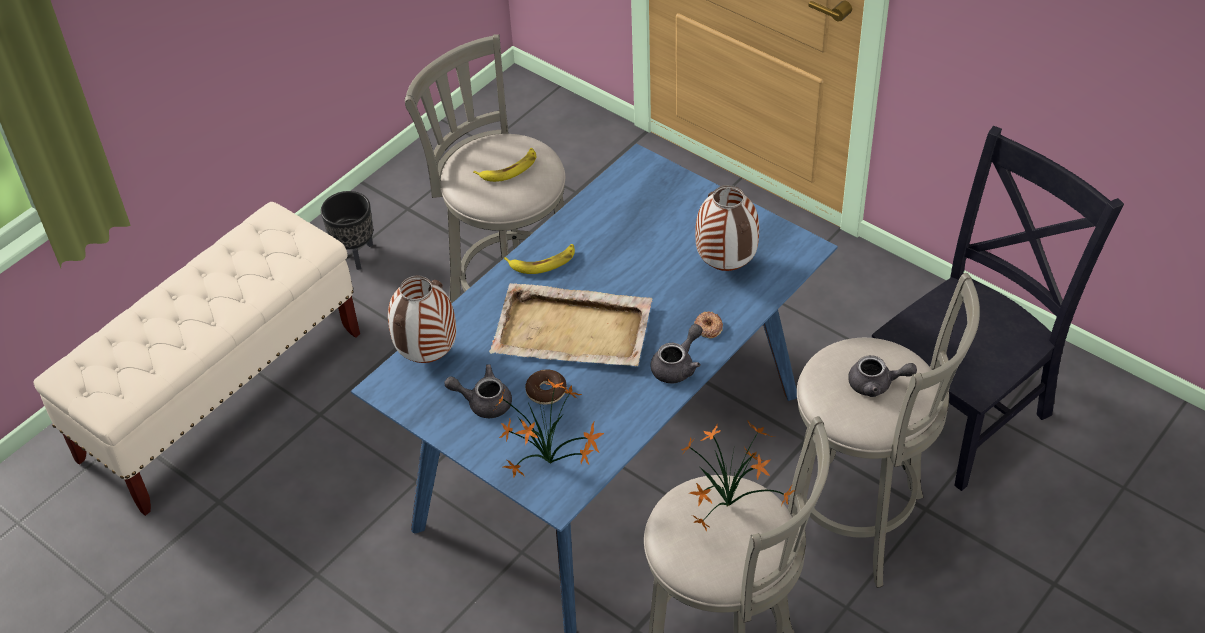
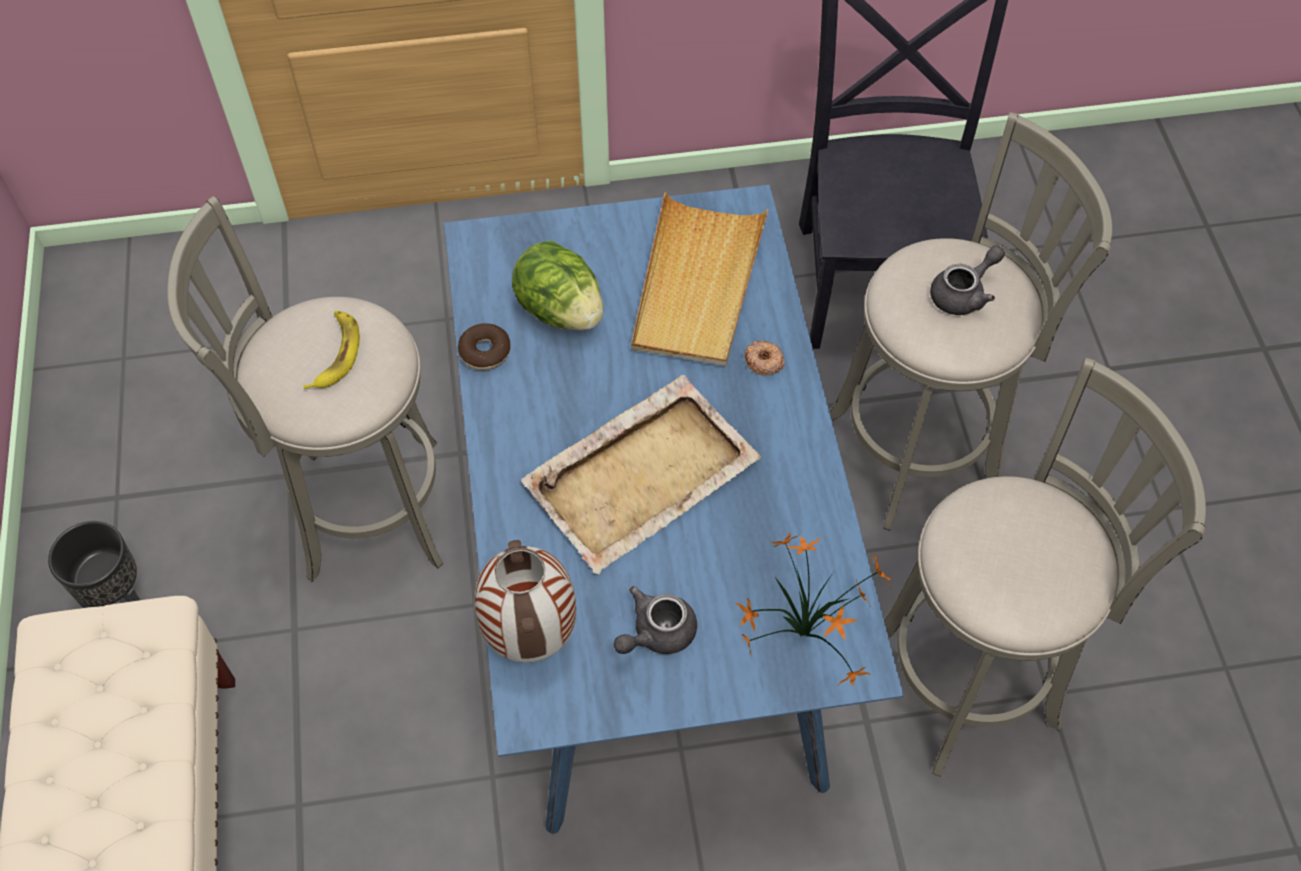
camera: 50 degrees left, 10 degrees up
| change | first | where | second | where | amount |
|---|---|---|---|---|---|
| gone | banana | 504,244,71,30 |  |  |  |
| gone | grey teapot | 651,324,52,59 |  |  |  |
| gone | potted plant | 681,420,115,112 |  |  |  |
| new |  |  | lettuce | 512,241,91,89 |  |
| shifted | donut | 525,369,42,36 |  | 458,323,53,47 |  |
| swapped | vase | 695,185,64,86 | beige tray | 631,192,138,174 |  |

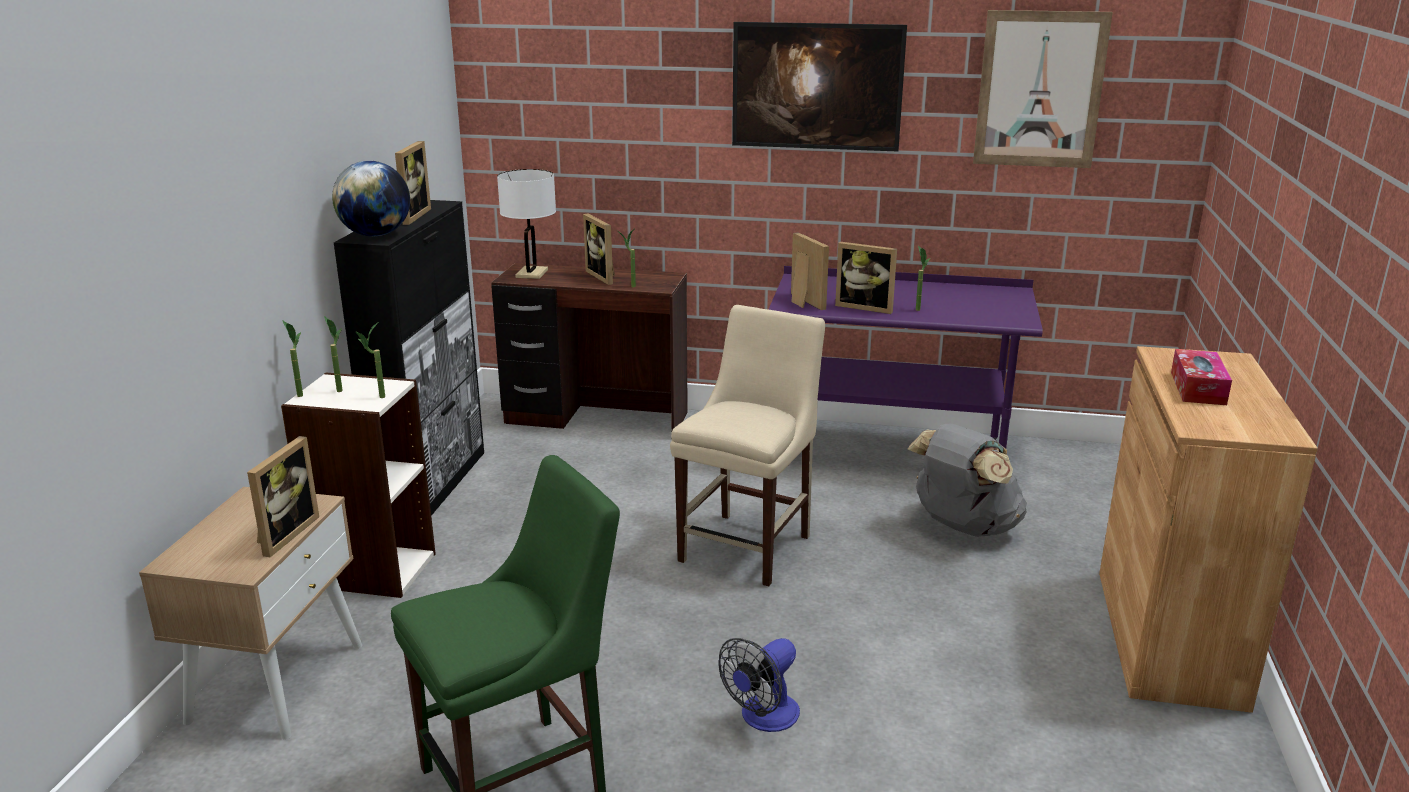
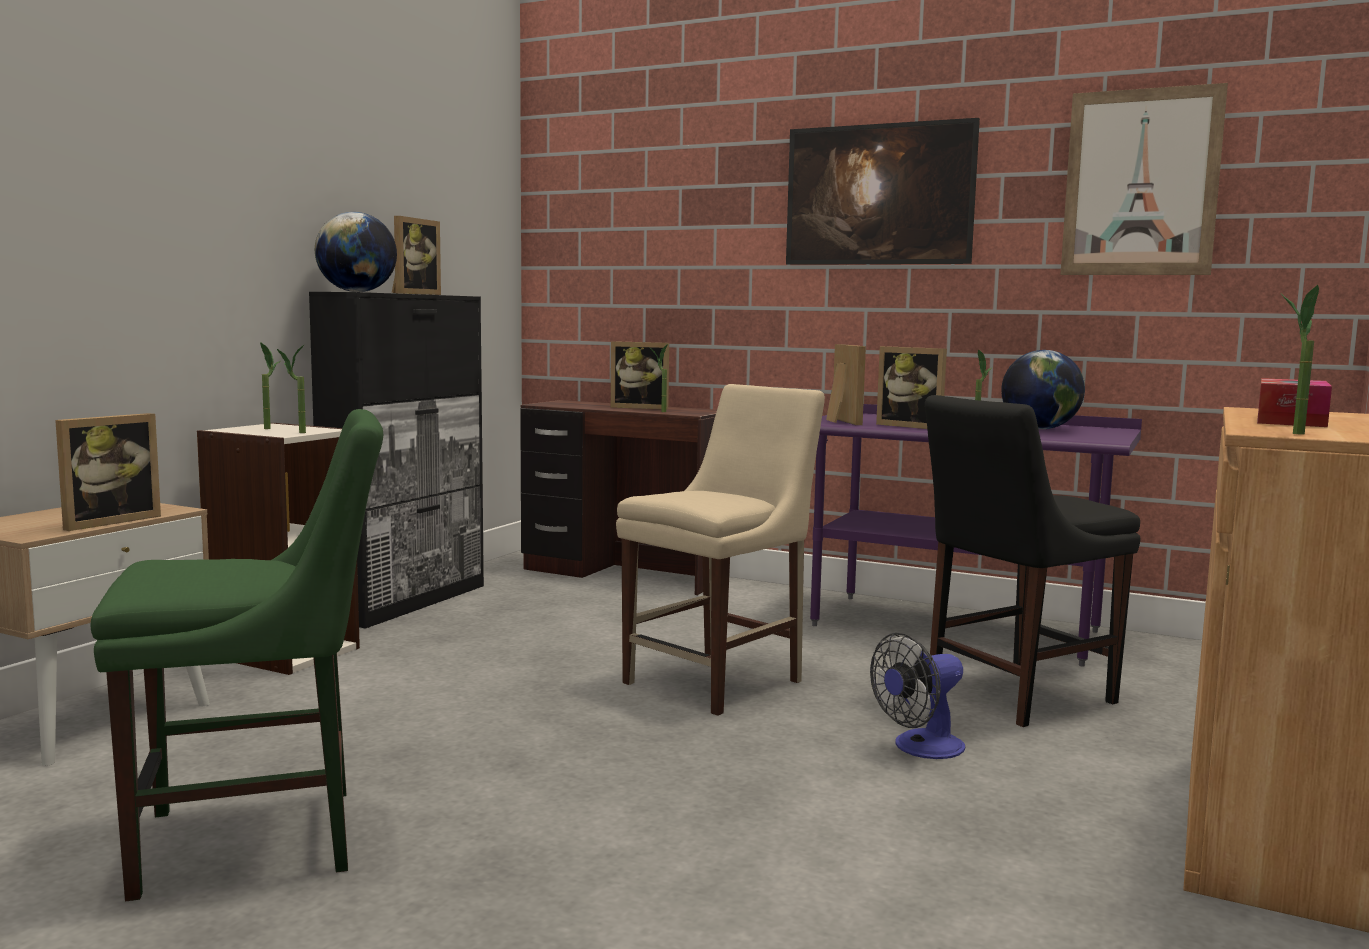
camera: 15 degrees right, 15 degrees down
| change | first | where | second | where | amount |
|---|---|---|---|---|---|
| gone | white table lamp | 497,169,59,110 |  |  |  |
| new |  |  | globe | 1001,350,84,79 |  |
| shifted | potted plant | 282,320,21,77 |  | 1281,285,38,150 |  |
| shifted | fan | 718,638,82,94 |  | 870,632,96,127 |  |
| swapped | grey backpack | 908,423,119,114 | black chair | 925,395,216,332 |  |
| rotated | picture frame | 583,214,32,71 |  | 611,341,58,69 | 60 degrees counterclockwise |

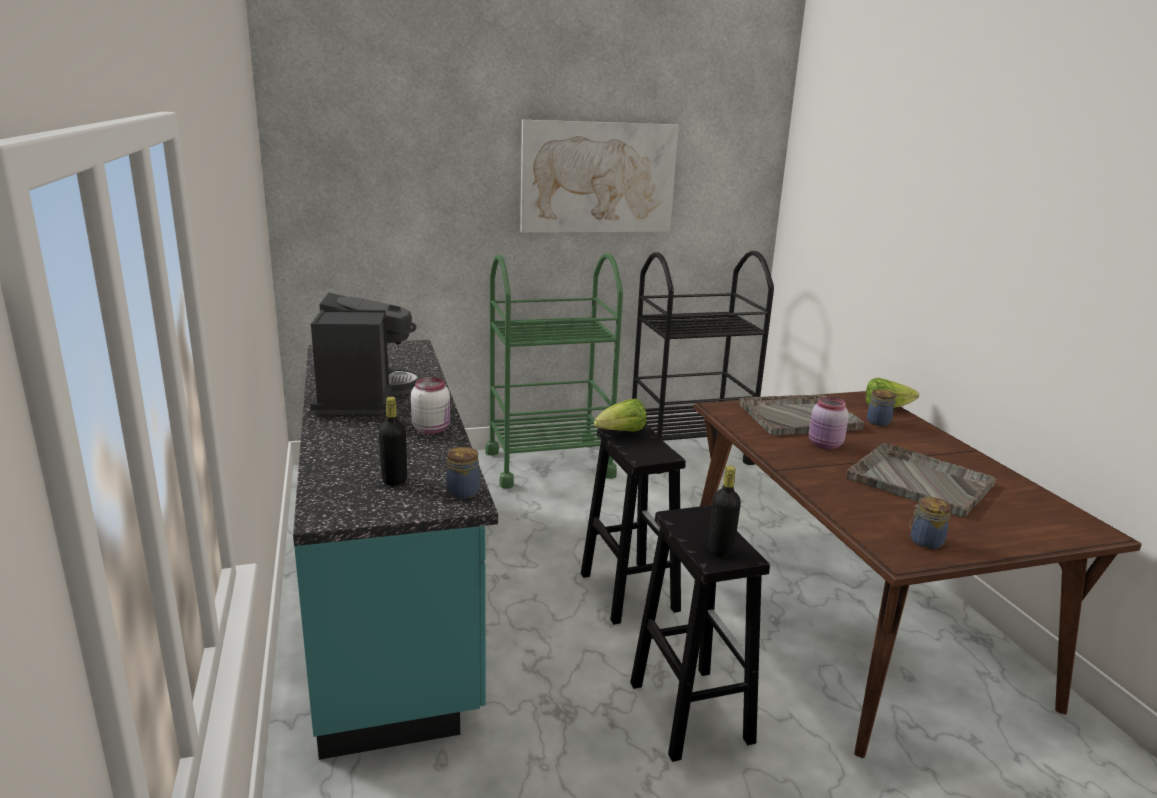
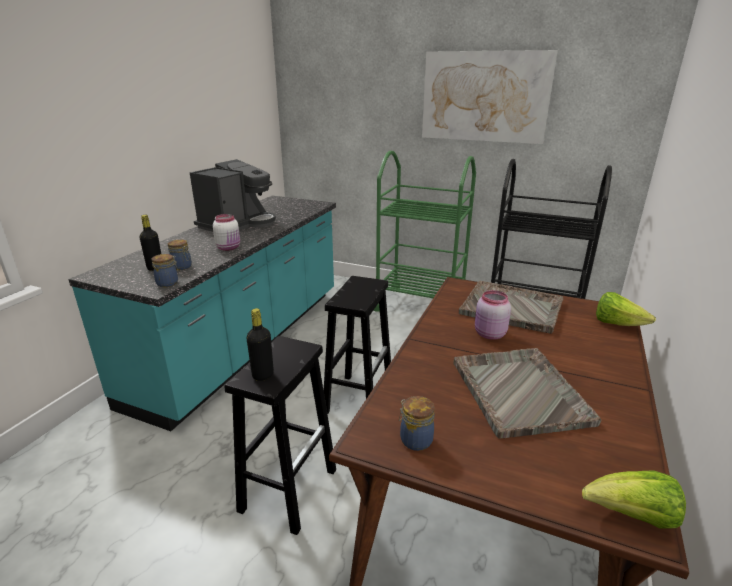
camera: 40 degrees right, 5 degrees up
| change | first | where | second | where | amount |
|---|---|---|---|---|---|
| shifted | lettuce | 594,399,53,33 |  | 582,471,104,57 |  |
| shifted | jar | 867,389,30,37 |  | 168,239,24,31 |  |

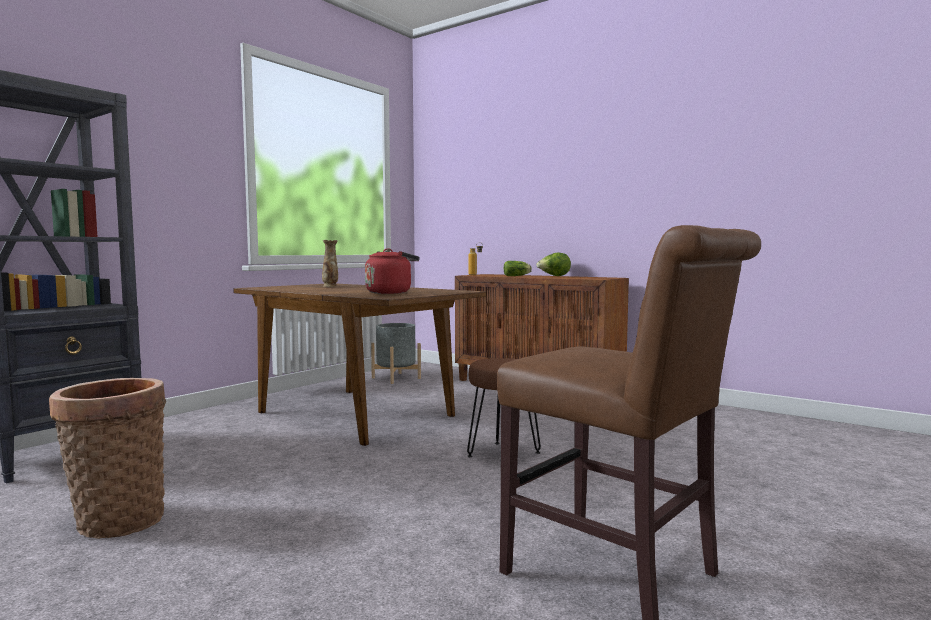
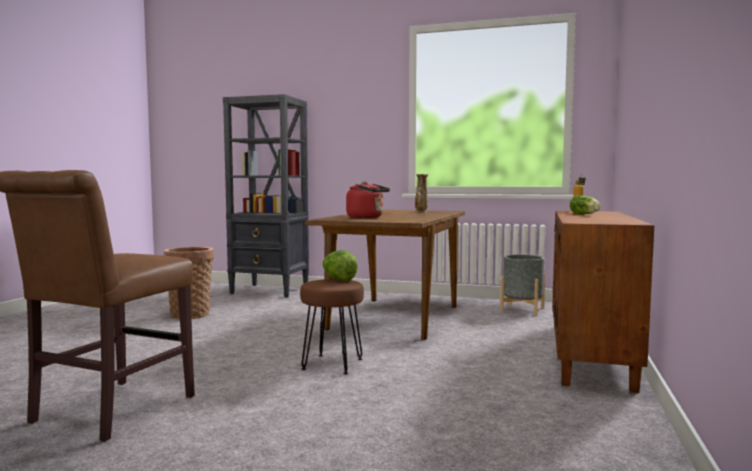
camera: 70 degrees right, 0 degrees up
| change | first | where | second | where | amount |
|---|---|---|---|---|---|
| shifted | lettuce | 536,252,35,24 |  | 322,250,36,32 |  |

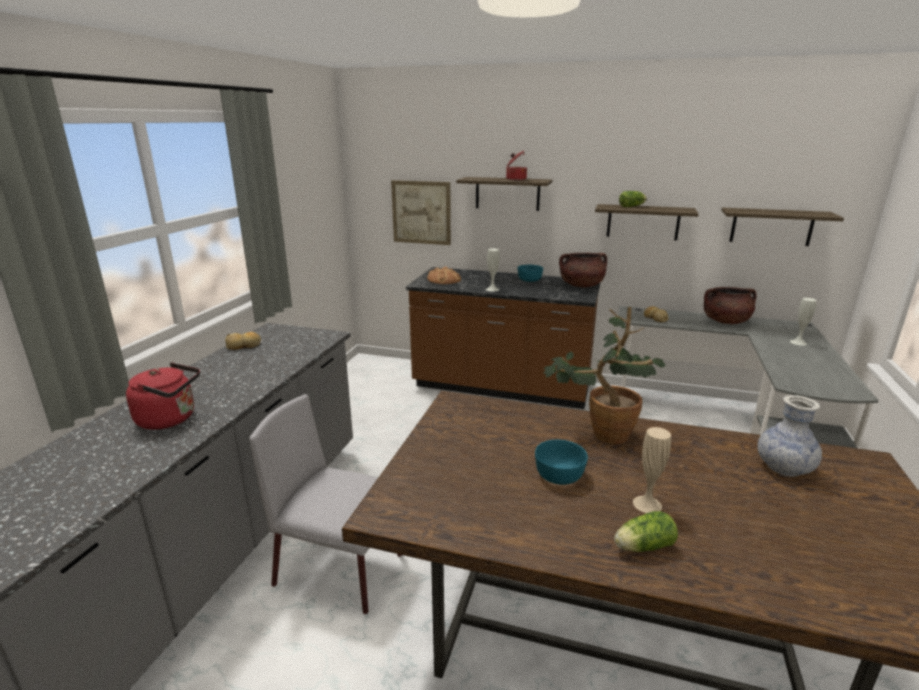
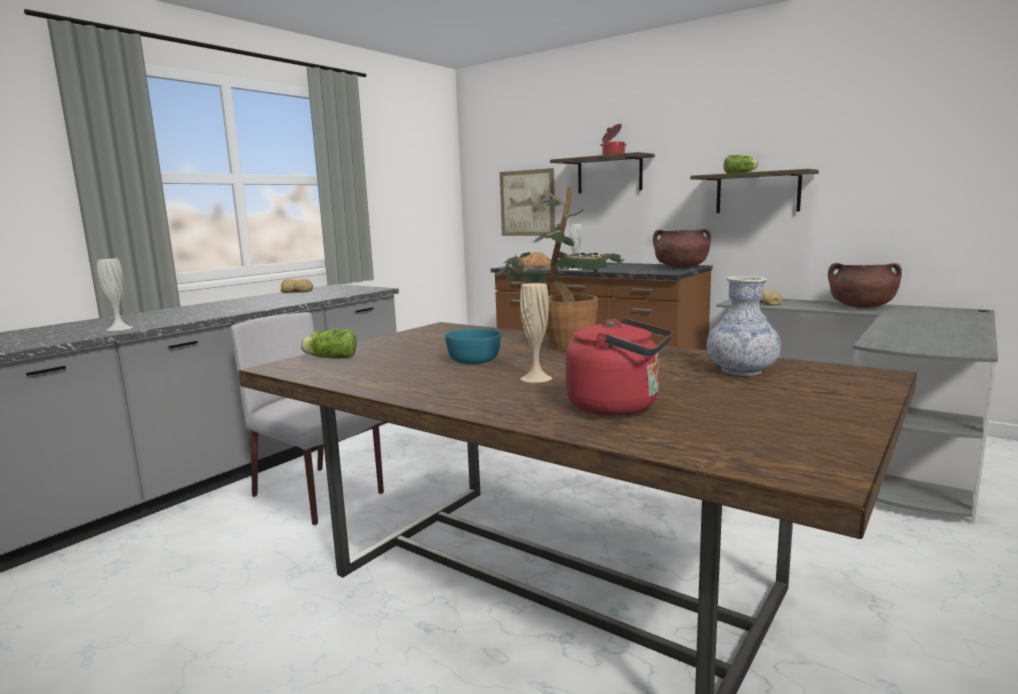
camera: 20 degrees right, 10 degrees down
| change | first | where | second | where | amount |
|---|---|---|---|---|---|
| gone | turquoise bowl | 518,265,25,17 |  |  |  |
| gone | shelf | 721,208,123,38 |  |  |  |
| shifted | red kettle | 126,362,74,68 |  | 566,318,106,98 |  |
| shifted | lettuce | 614,511,64,41 |  | 301,328,56,31 |  |
| shifted | white vase | 790,298,27,48 |  | 97,259,36,72 |  |

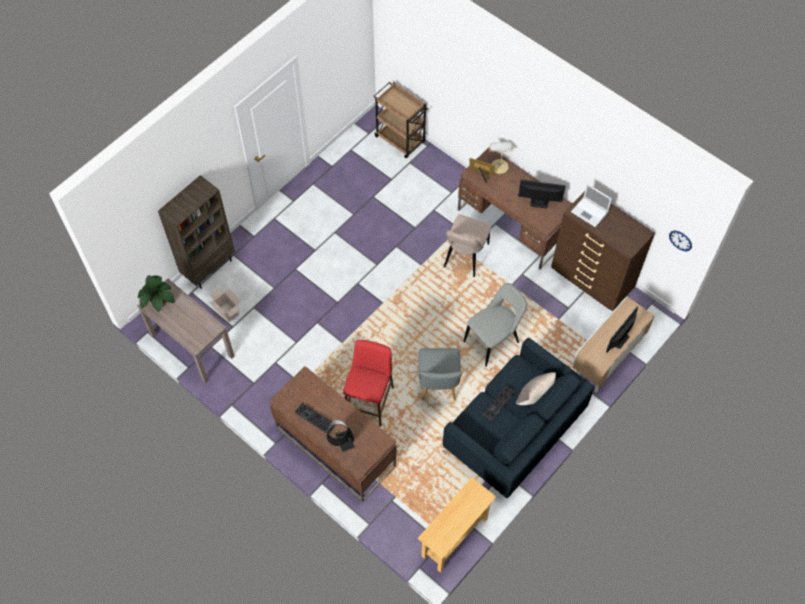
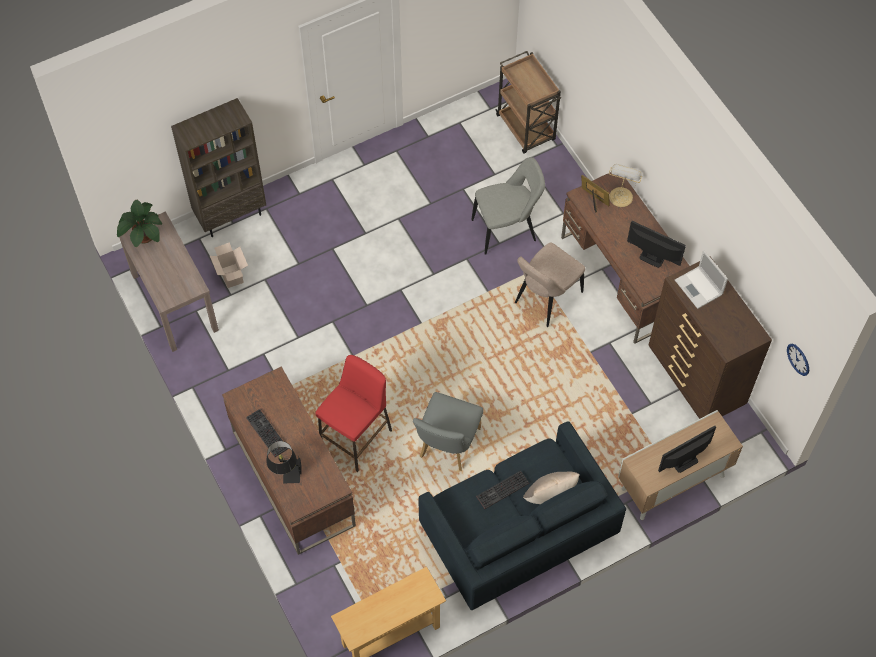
camera: 20 degrees right, 0 degrees up
| change | first | where | second | where | amount |
|---|---|---|---|---|---|
| shifted | grey chair | 464,283,64,84 |  | 471,157,74,98 |  |

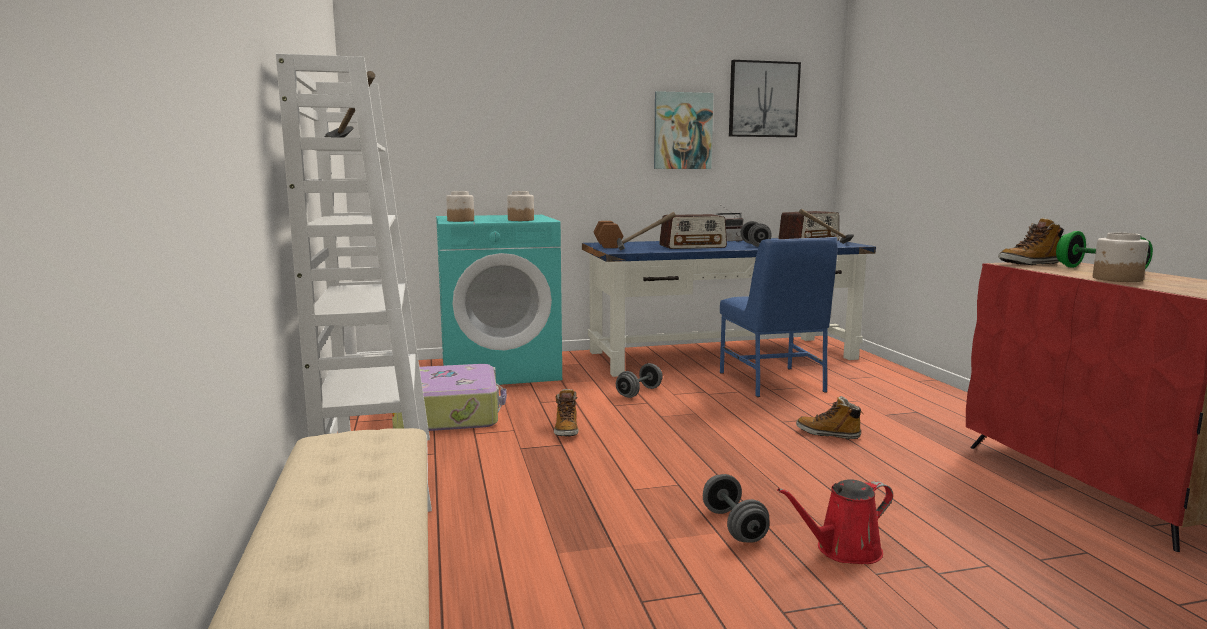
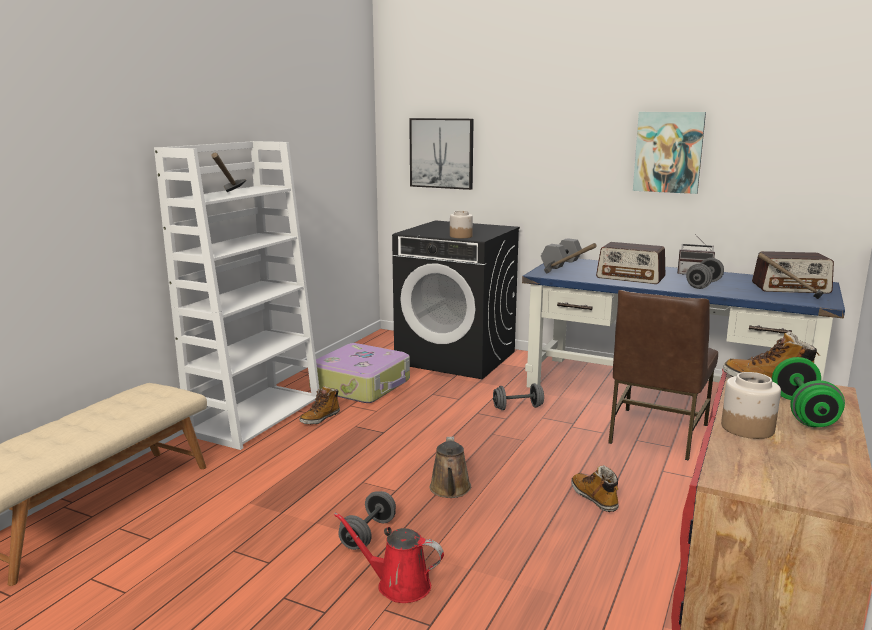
camera: 40 degrees right, 5 degrees up
| change | first | where | second | where | amount |
|---|---|---|---|---|---|
| gone | jar | 446,191,28,31 |  |  |  |
| new |  |  | brown watering can | 430,436,41,62 |  |
| shifted | boot | 554,389,25,48 |  | 299,386,41,38 |  |
| shifted | picture | 729,60,72,77 |  | 409,118,65,72 |  |
| repainted | turquoise washing machine | 436,215,126,170 | black washing machine | 392,220,128,159 |  |
| repainted | brown dumbbell | 594,221,29,27 | grey dumbbell | 541,238,41,31 |  |
| repainted | blue chair | 720,237,118,160 | brown chair | 608,290,110,171 |  |

